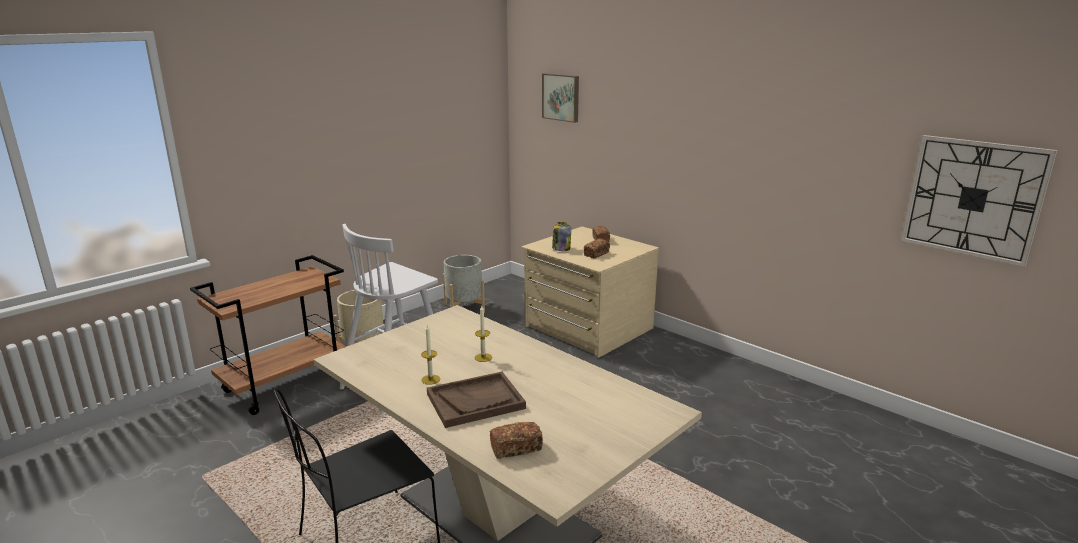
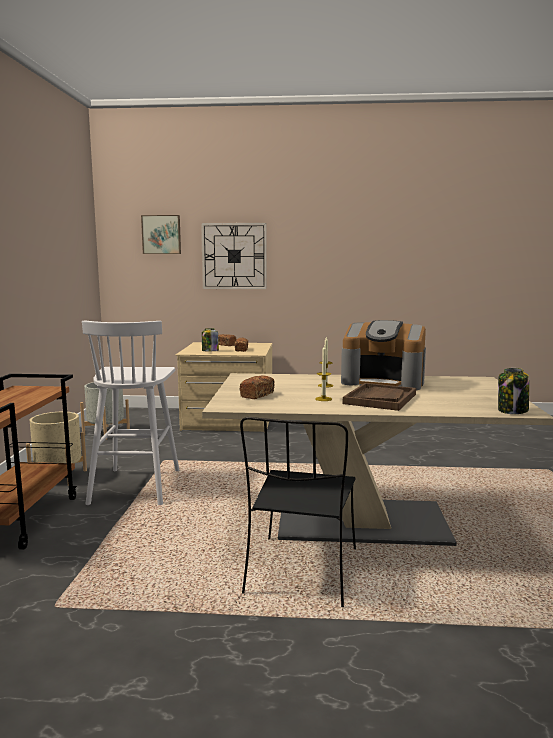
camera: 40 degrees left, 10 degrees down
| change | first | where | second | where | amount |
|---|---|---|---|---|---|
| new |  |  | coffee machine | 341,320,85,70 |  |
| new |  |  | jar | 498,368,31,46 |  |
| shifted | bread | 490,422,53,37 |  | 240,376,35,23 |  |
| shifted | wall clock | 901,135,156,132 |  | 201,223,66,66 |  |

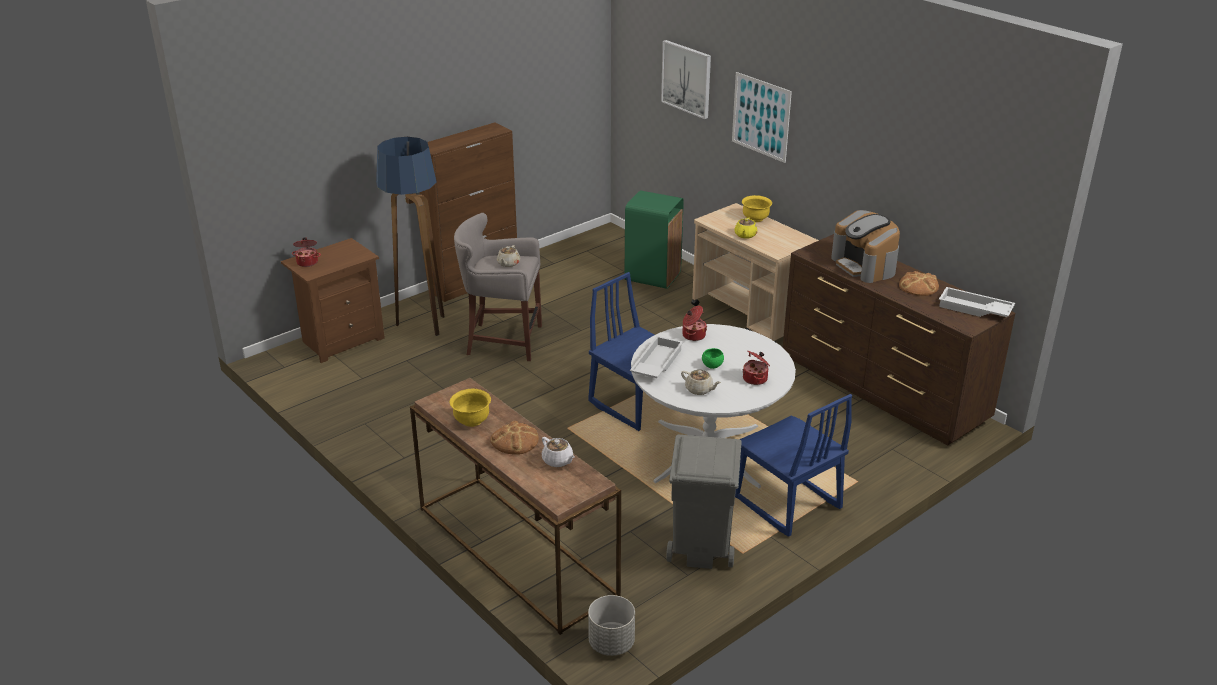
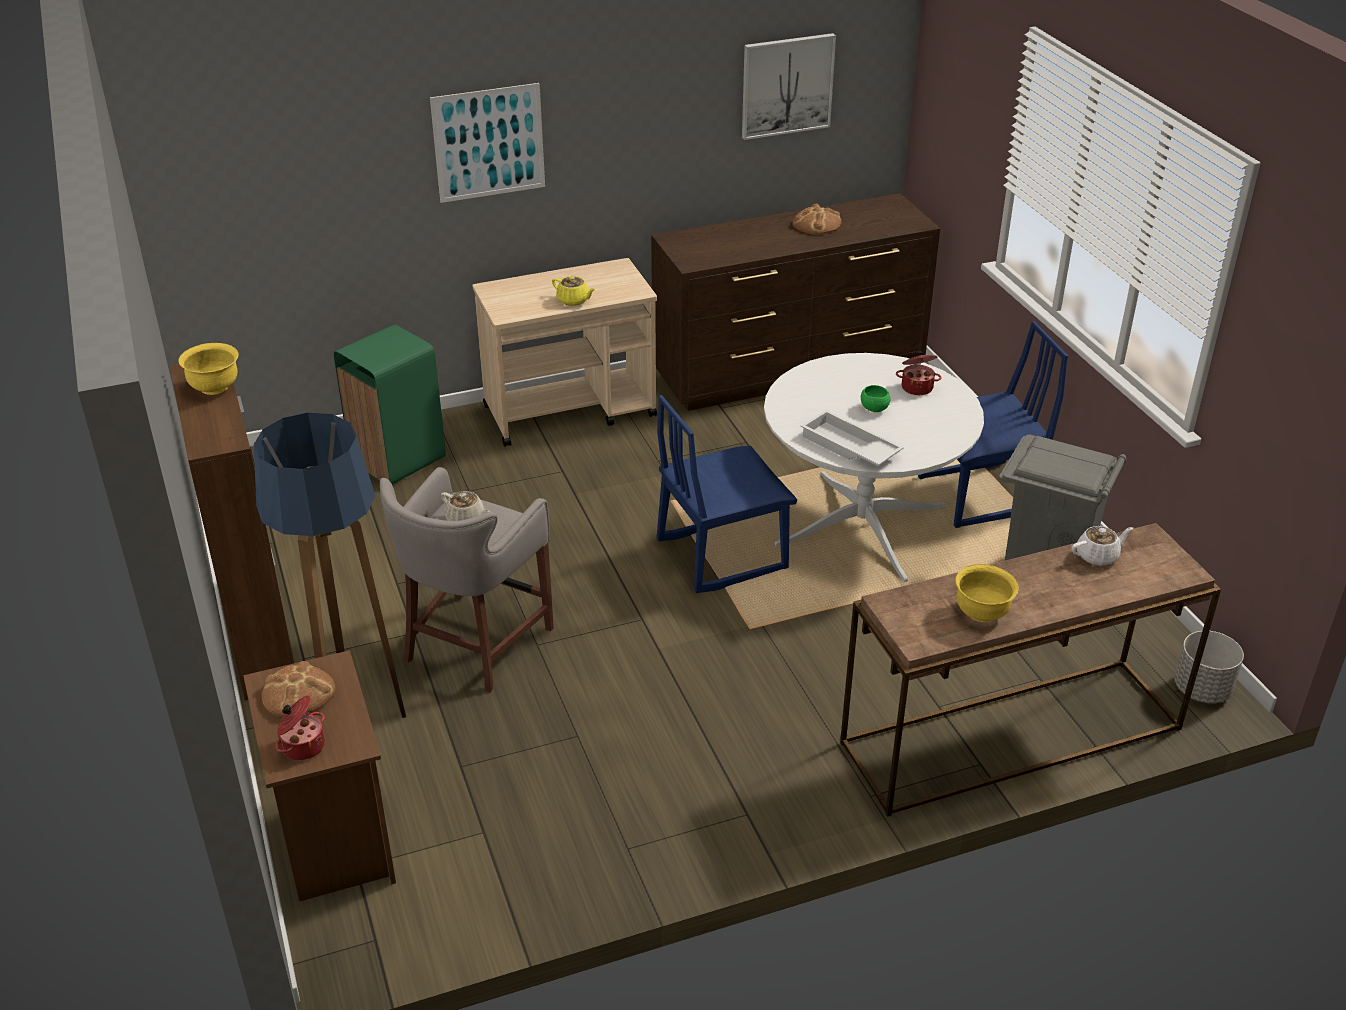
camera: 70 degrees left, 5 degrees up
| change | first | where | second | where | amount |
|---|---|---|---|---|---|
| gone | beige teapot | 681,370,40,25 |  |  |  |
| gone | cooking pot | 682,306,25,35 |  |  |  |
| gone | coffee machine | 831,210,69,73 |  |  |  |
| gone | white tray | 939,287,76,30 |  |  |  |
| shifted | bread | 490,420,49,35 |  | 262,661,73,57 |  |
| shifted | picture | 661,40,50,79 |  | 742,33,94,107 |  |
| shifted | yellow bowl | 742,195,30,27 |  | 178,343,60,52 |  |

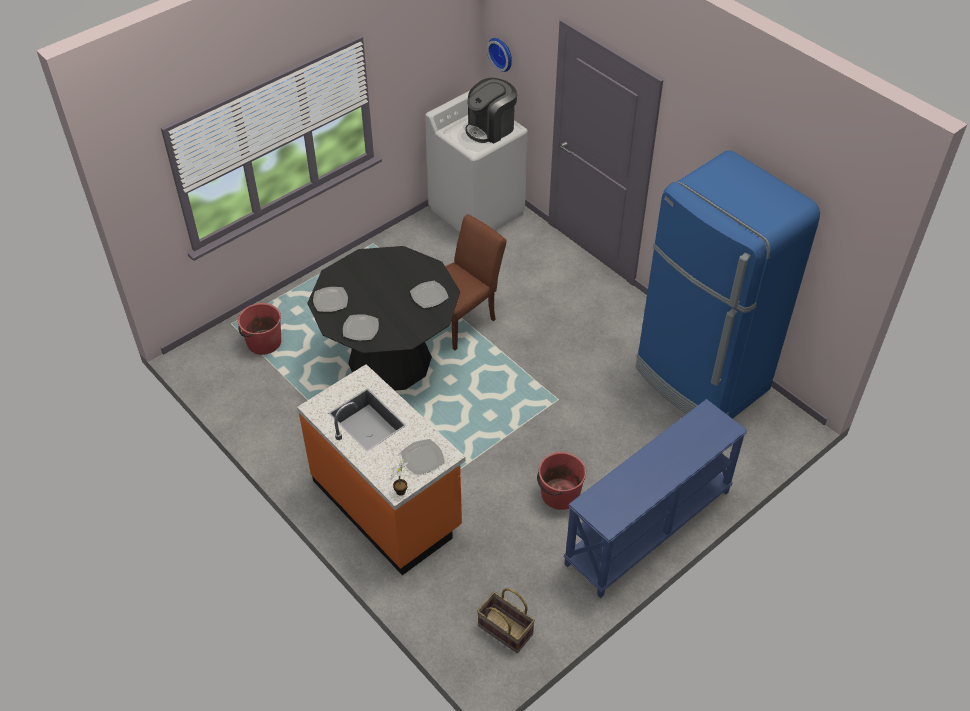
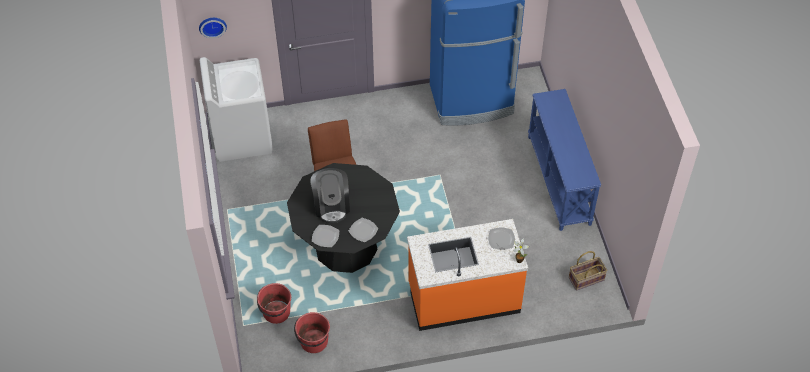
camera: 60 degrees left, 5 degrees up
| change | first | where | second | where | amount |
|---|---|---|---|---|---|
| gone | plate | 410,281,39,27 |  |  |  |
| shifted | coffee machine | 465,78,52,65 |  | 310,168,40,55 |  |
| shifted | red bucket | 537,452,49,58 |  | 294,312,36,41 |  |

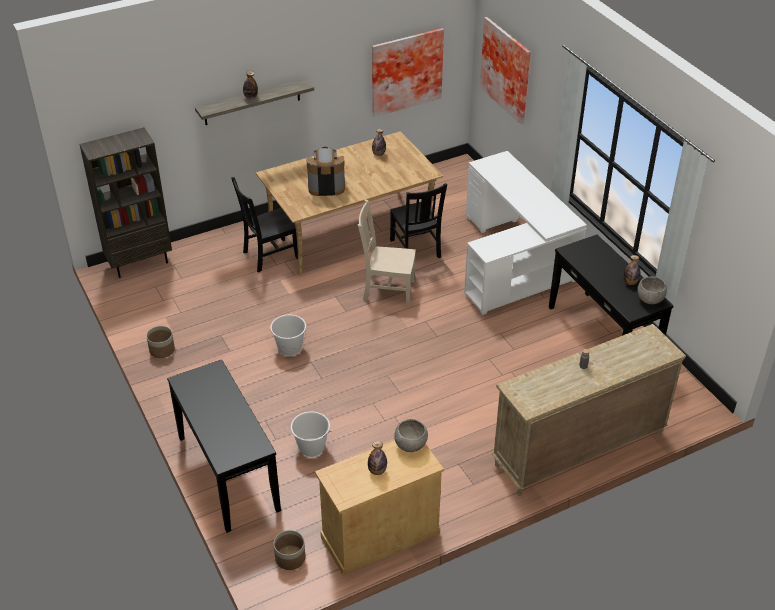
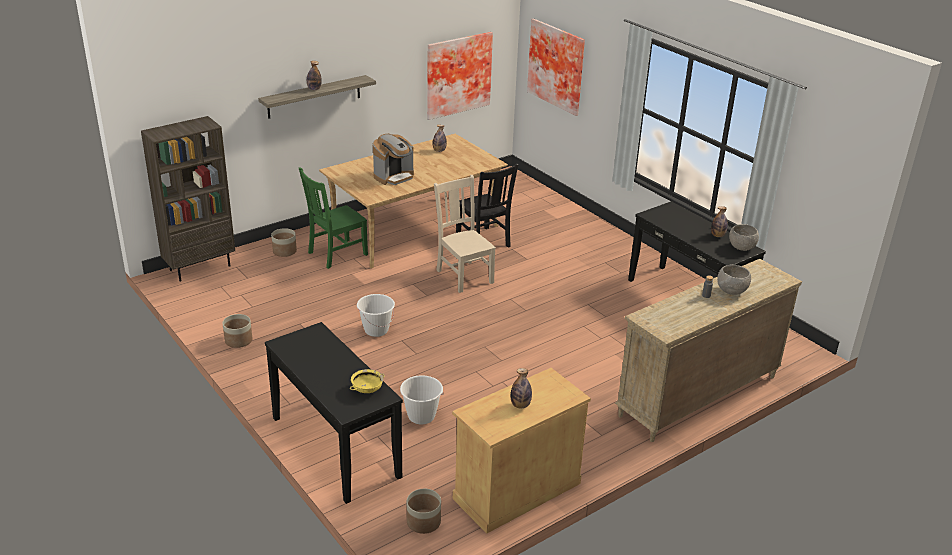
camera: 10 degrees left, 10 degrees down
| change | first | where | second | where | amount |
|---|---|---|---|---|---|
| gone | white desk | 464,151,123,164 |  |  |  |
| new |  |  | planter | 271,228,26,29 |  |
| new |  |  | yellow bowl | 350,369,35,24 |  |
| shifted | grey bowl | 394,419,34,33 |  | 717,265,34,30 |  |
| repainted | black chair | 231,177,67,95 | green chair | 299,167,69,102 |  |
| rotated | coffee machine | 306,147,39,49 |  | 373,134,41,51 | 150 degrees clockwise |
| rotated | beige chair | 358,199,58,106 |  | 434,175,62,118 | 60 degrees clockwise |

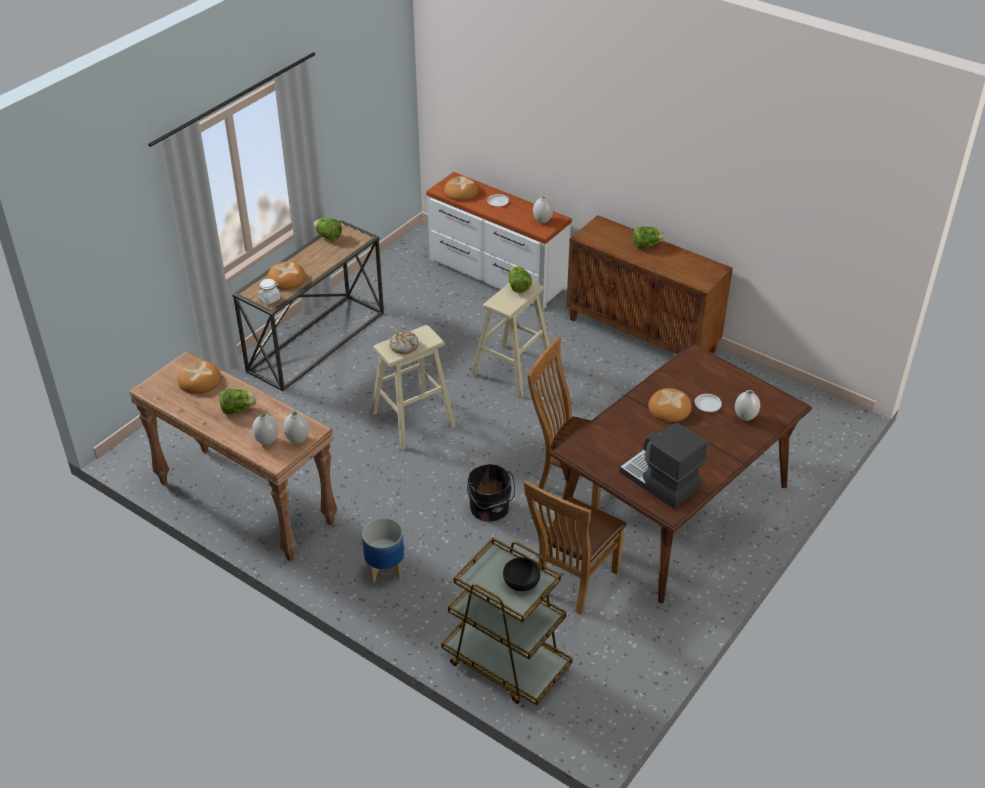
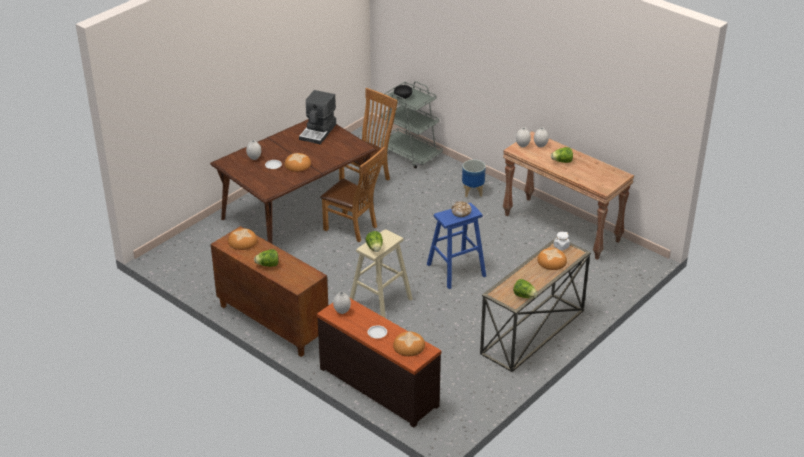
camera: 175 degrees left, 5 degrees down
| change | first | where | second | where | amount |
|---|---|---|---|---|---|
| gone | black bucket | 467,464,48,58 |  |  |  |
| shifted | bread | 178,361,43,33 |  | 228,228,29,22 |  |
| repainted | beige stool | 371,325,85,125 | blue stool | 427,203,59,86 |  |
| repainted | white dresser | 426,172,146,137 | brown dresser | 317,298,124,130 |  |
| repainted | brown cart | 441,538,132,167 | grey cart | 377,81,66,88 |  |
| rotated | coffee machine | 620,423,88,86 |  | 299,90,37,54 | 60 degrees clockwise |

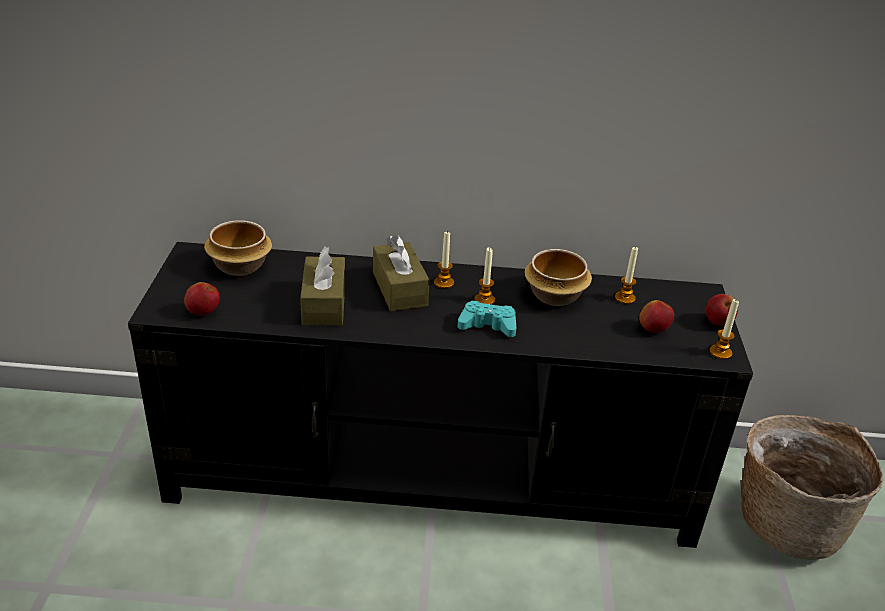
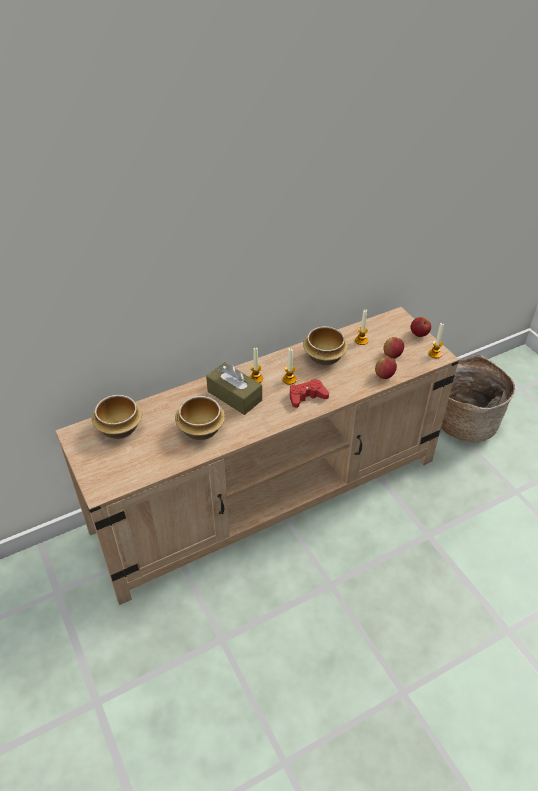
camera: 30 degrees left, 10 degrees up
| change | first | where | second | where | amount |
|---|---|---|---|---|---|
| shifted | apple | 184,282,36,34 |  | 375,357,22,22 |  |
| swapped | brown tissue box | 300,247,45,78 | bowl | 175,396,50,44 |  |
| repainted | black tv stand | 128,242,625,306 | beige tv stand | 56,307,403,298 |  |
| repainted | turquoise game controller | 458,300,58,37 | red game controller | 290,379,39,29 |  |

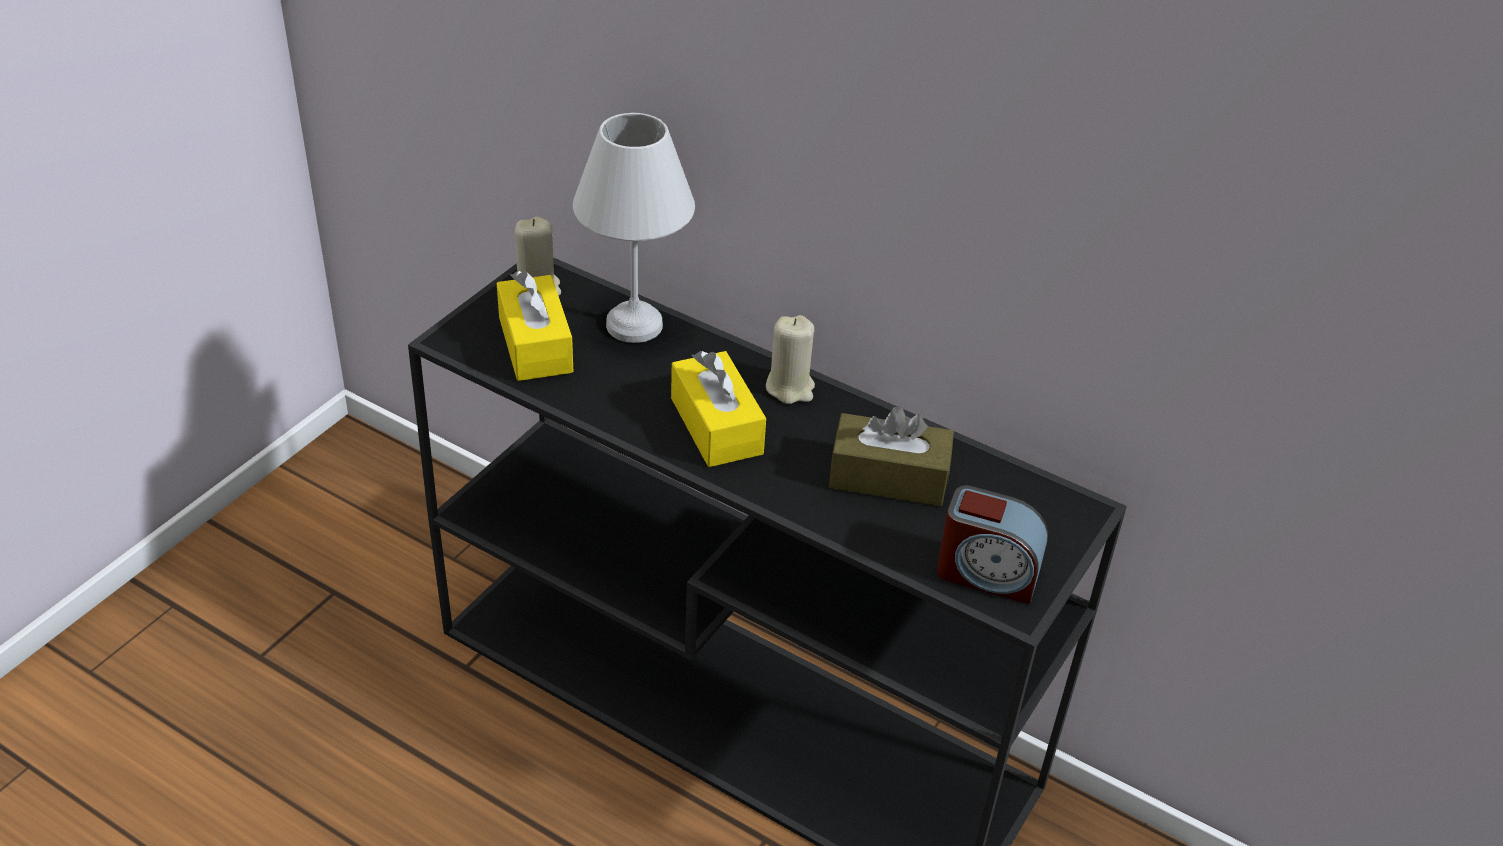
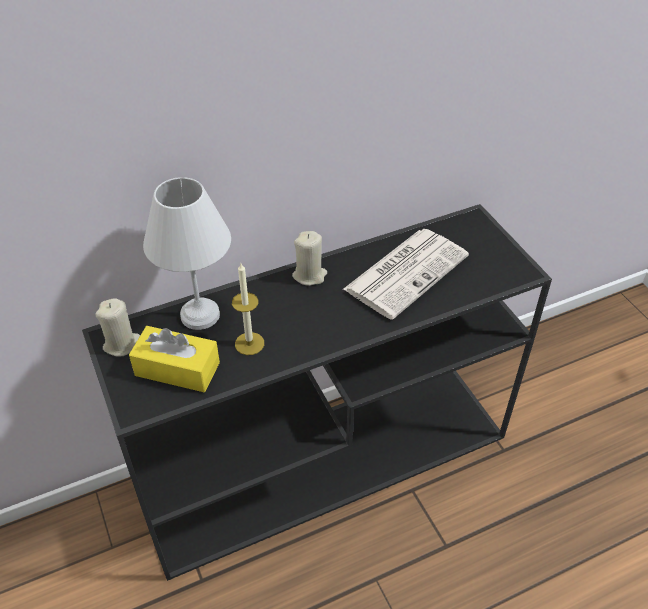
camera: 55 degrees left, 5 degrees up
| change | first | where | second | where | amount |
|---|---|---|---|---|---|
| gone | yellow tissue box | 671,351,95,116 |  |  |  |
| gone | alarm clock | 937,485,111,119 |  |  |  |
| new |  |  | candle | 232,263,32,92 |  |
| swapped | brown tissue box | 829,406,125,100 | newspaper | 343,229,126,90 |  |

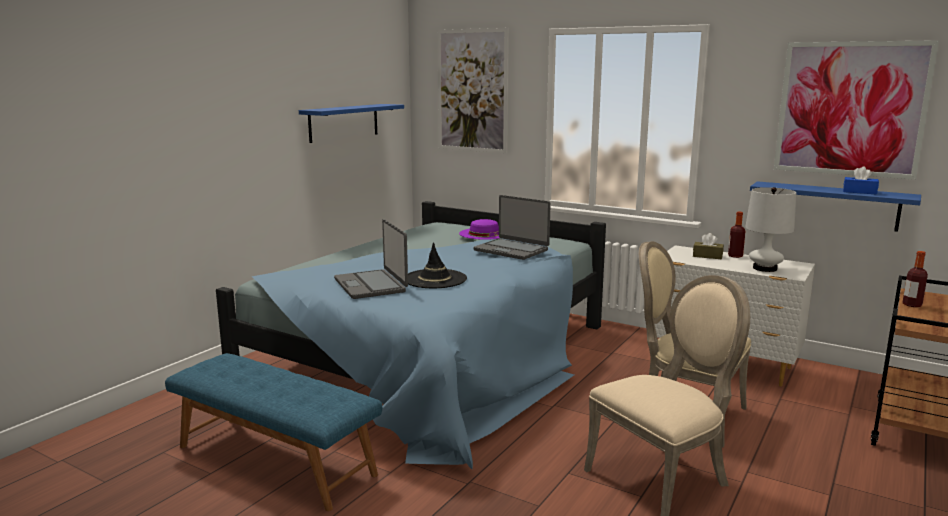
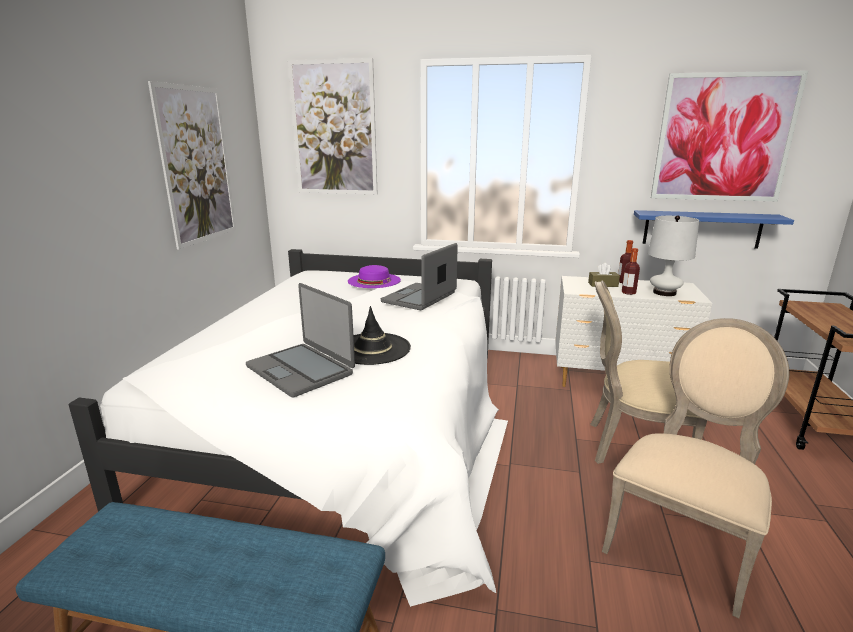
camera: 20 degrees left, 5 degrees up
| change | first | where | second | where | amount |
|---|---|---|---|---|---|
| gone | blue tissue box | 843,166,36,29 |  |  |  |
| shifted | bottle | 902,251,26,56 |  | 622,248,18,47 |  |
| swapped | blue shelf | 299,104,105,39 | picture | 148,81,88,168 |  |
| repainted | blue bed | 216,201,390,268 | white bed | 68,249,440,358 |  |
| rotated | laptop | 473,195,78,65 |  | 381,243,77,67 | 105 degrees clockwise |

